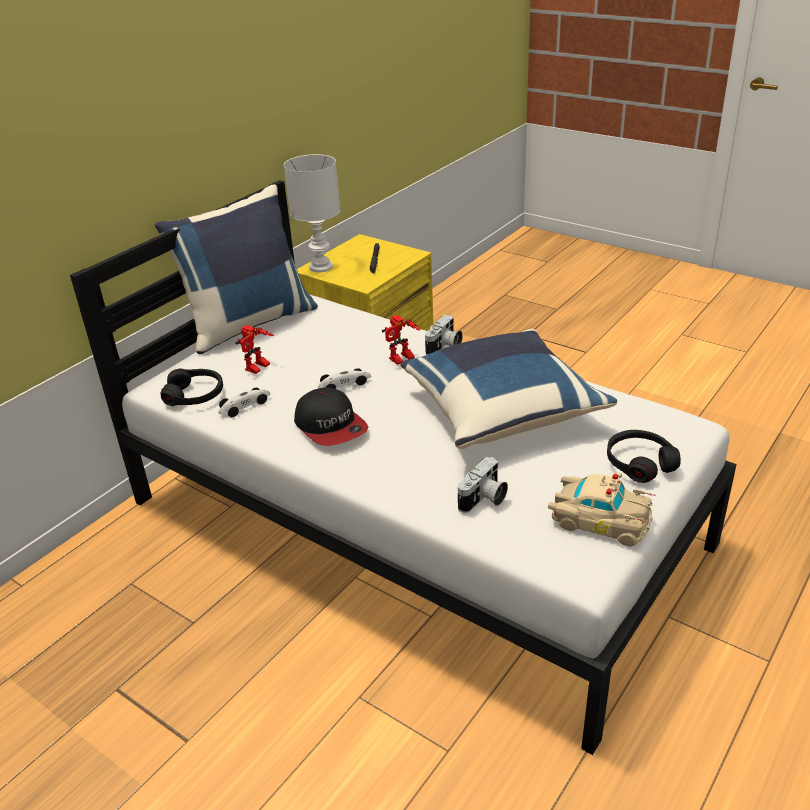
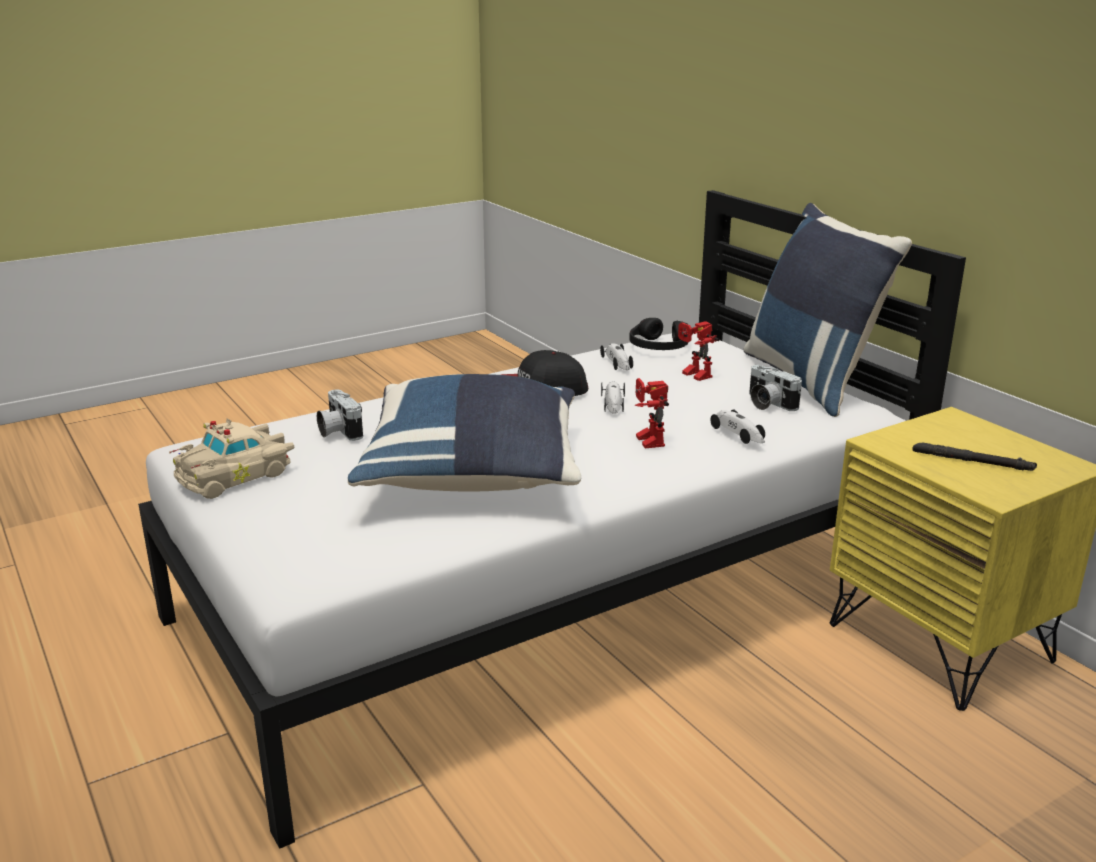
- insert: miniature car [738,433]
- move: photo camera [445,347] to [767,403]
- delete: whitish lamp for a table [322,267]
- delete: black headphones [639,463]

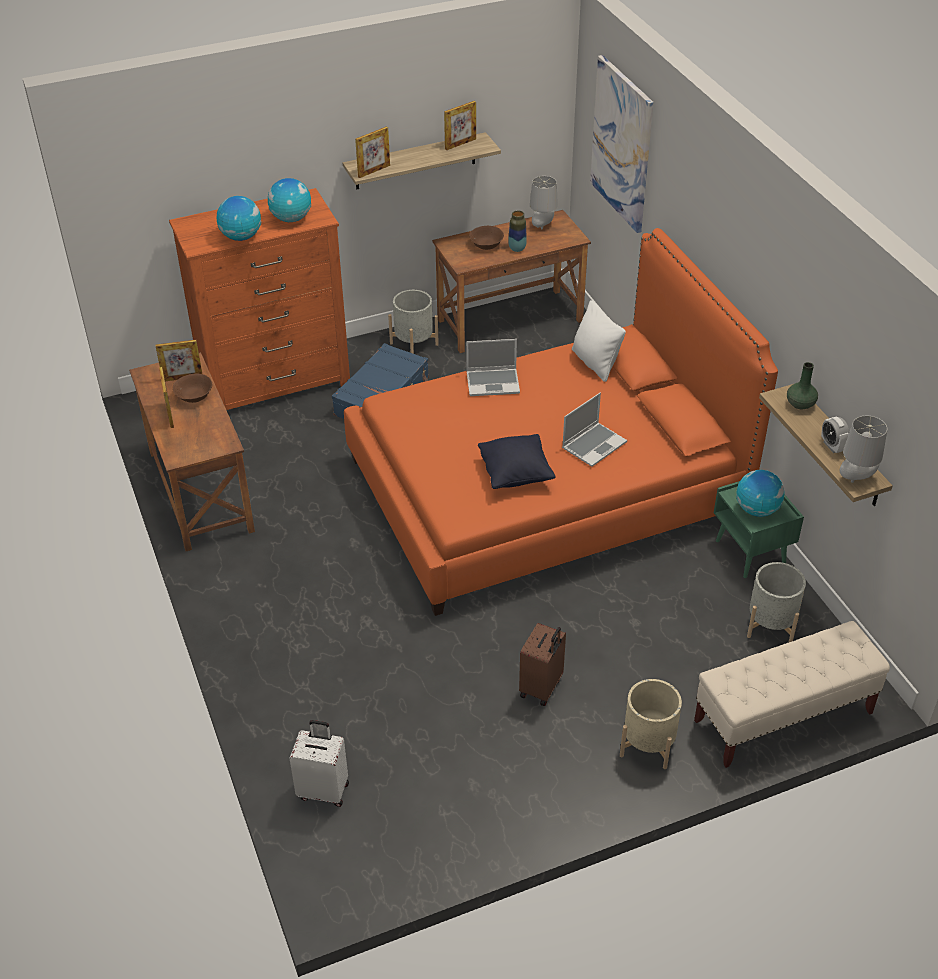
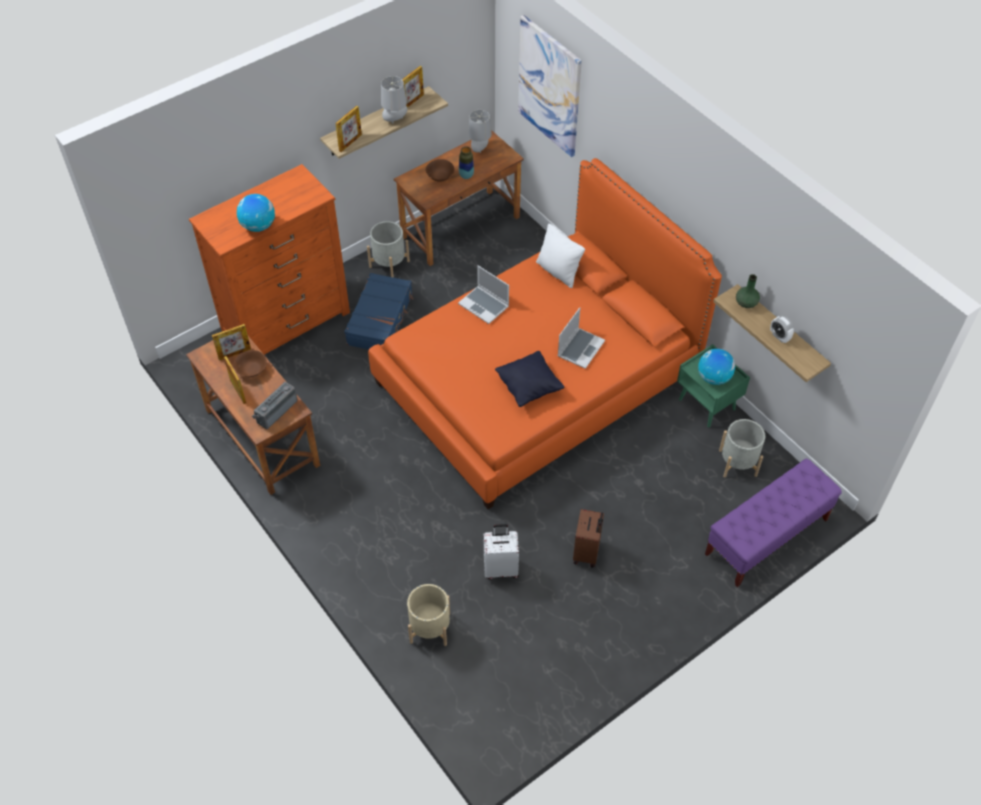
- insert: radio set [275,410]
- move: greyish lamp for a table [856,479] to [395,120]
- move: beige-coloured planter [648,744] to [430,627]
- rotate: portable computer [493,383] = [484,305] 60 degrees clockwise
- move: whitish travel case [324,790] to [501,568]
- recolor: beige-coloured bench [782,717] to purple bench [766,537]
- delete: world globe [291,219]

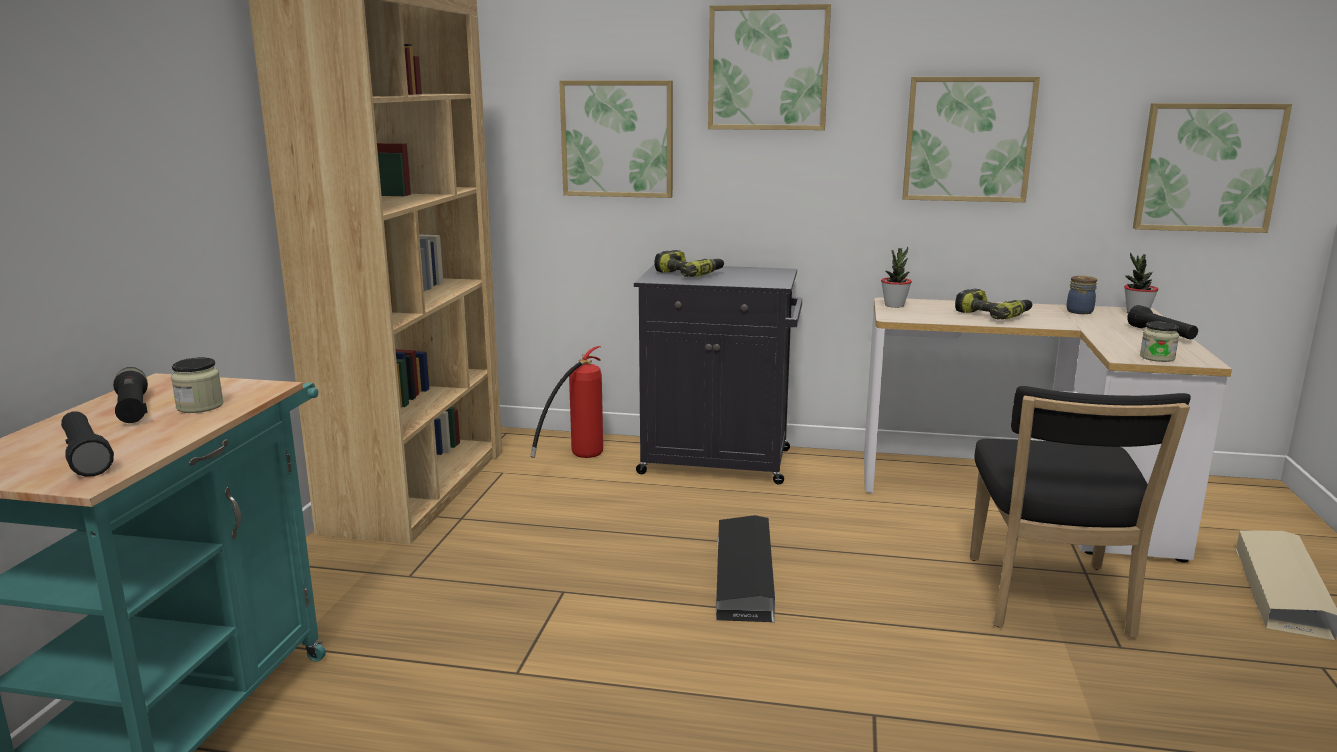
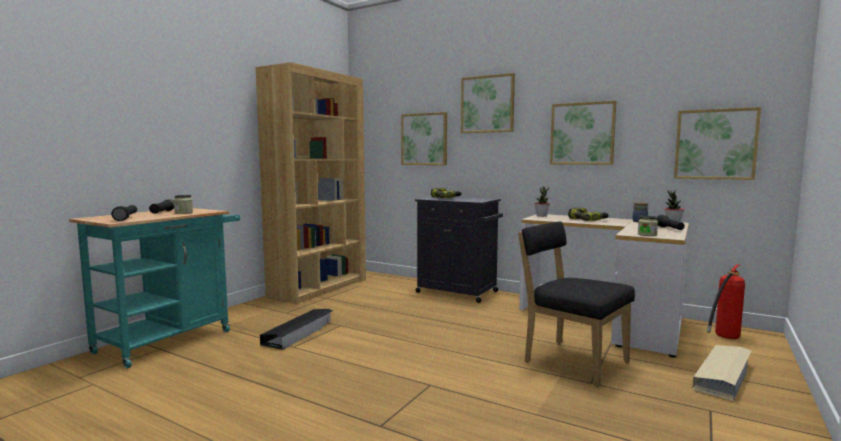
- move: black storage box [744,576] to [299,333]
- rotate: black plain chair [1049,601] = [571,360] 105 degrees clockwise
- move: fire extinguisher [576,459] to [722,339]

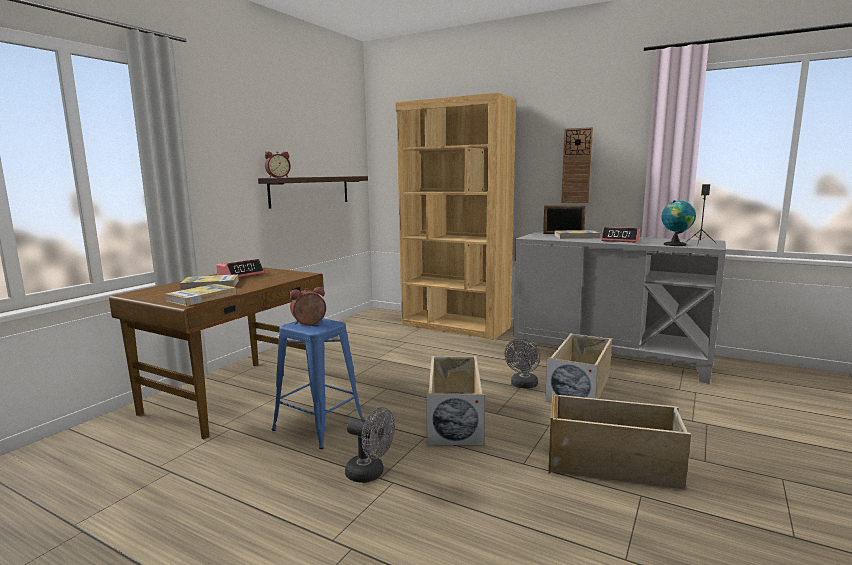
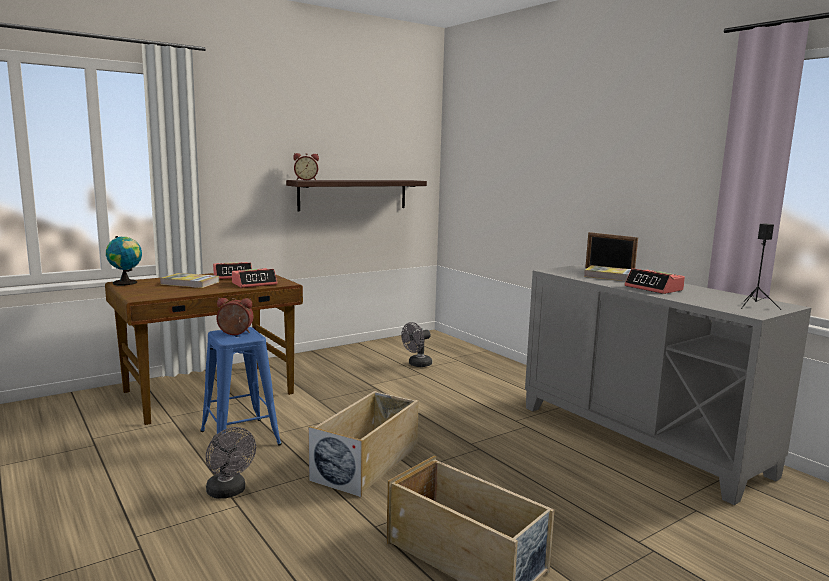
- move: world globe [676,244] to [126,283]
- insert: alarm clock [254,284]
- move: greyish fan [523,385] to [417,364]
- delete: bound book [201,297]
- delete: brown-coloured bookcase [455,326]
- delete: beige-coloured storage box [579,387]
- delete: clock on the wall [577,165]

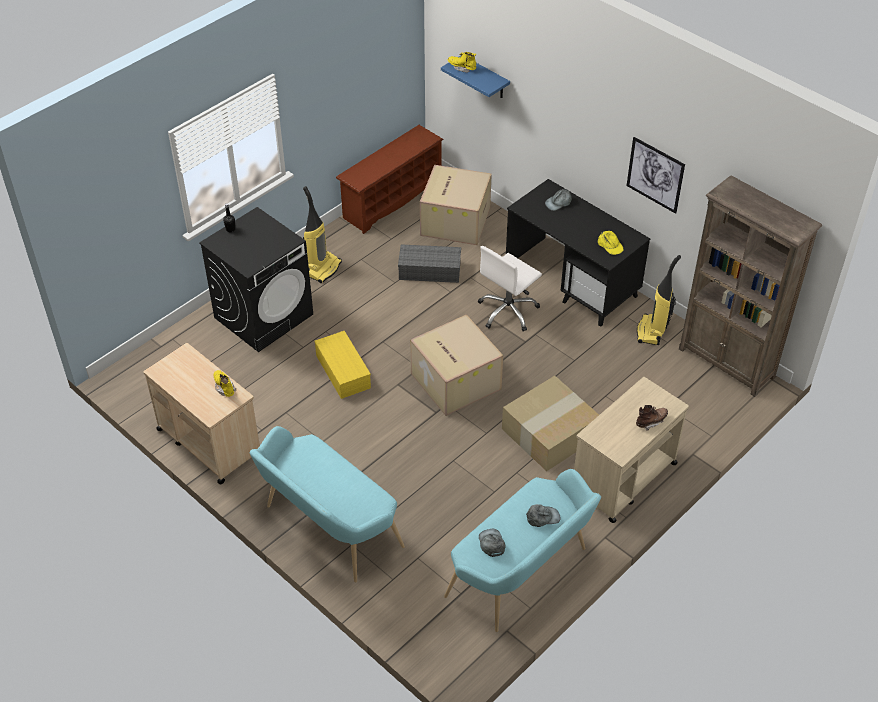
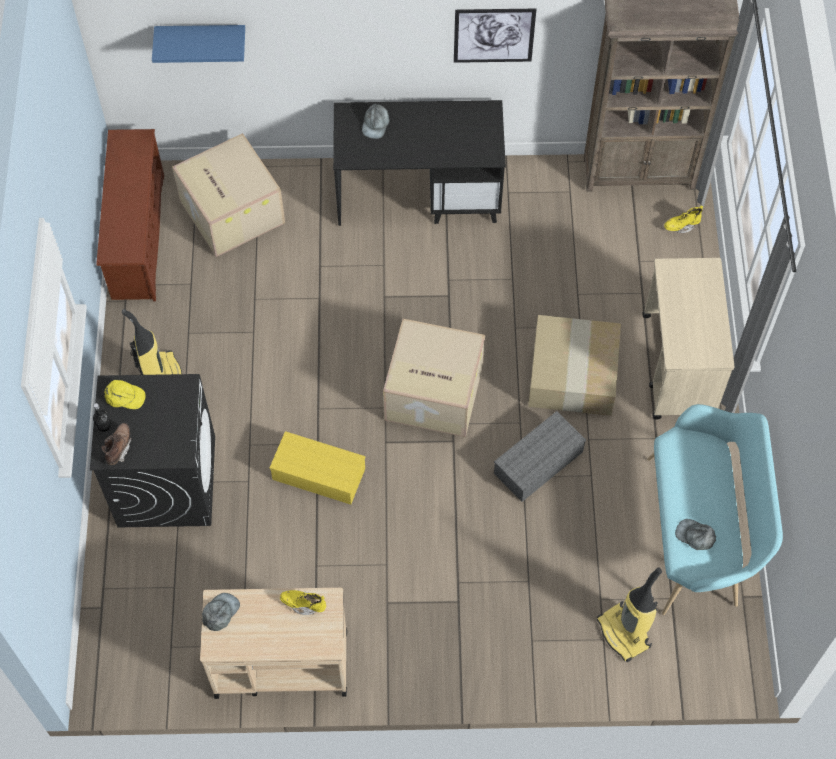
- move: brown-coloured high-top boot [651,421] to [119,447]
- move: yellowish peaked cap [610,245] to [125,397]
- move: greyish peaked cap [542,517] to [220,612]
- move: greyish storage box [428,271] to [538,464]
- move: vacuum cleaner [651,331] to [625,633]
- move: yellowish high-top boot [462,68] to [681,225]
- delete: blue-green bench [328,529]
- delete: whitish computer chair [508,311]

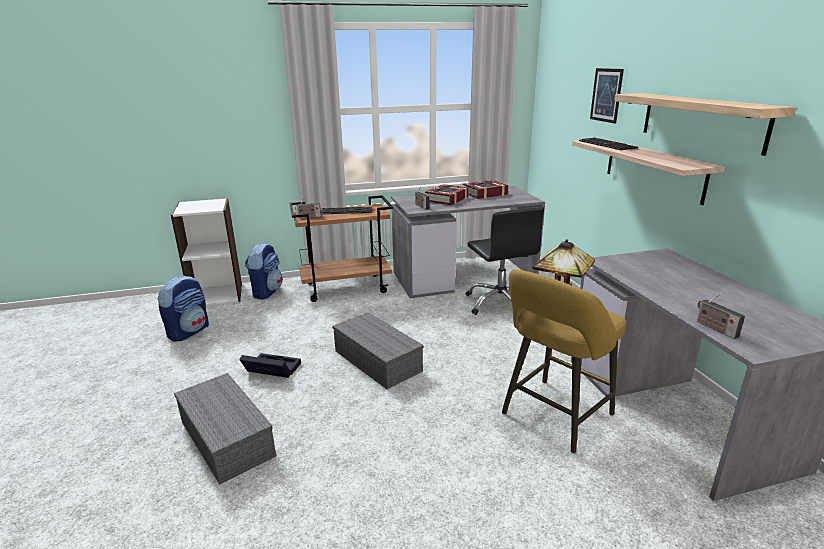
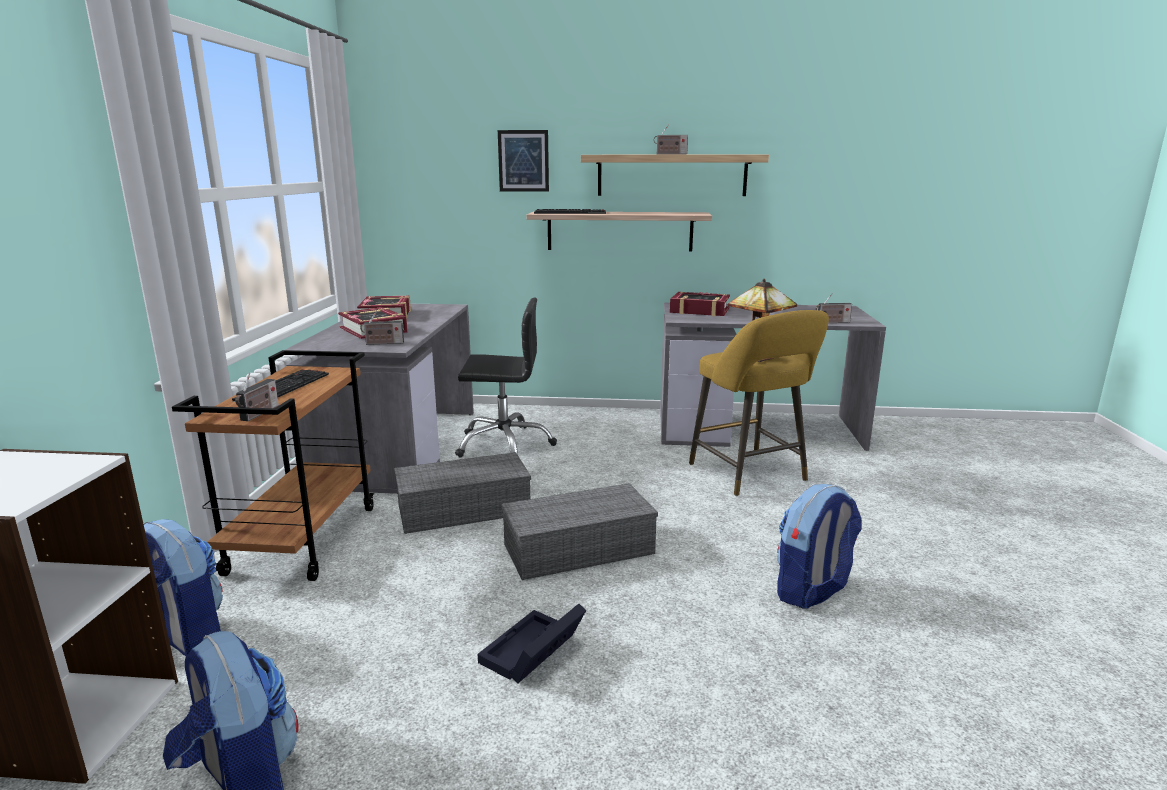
- move: greyish storage box [228,438] to [465,508]
- insert: radio set [670,154]
- insert: bound book [699,310]
- insert: backpack [812,591]

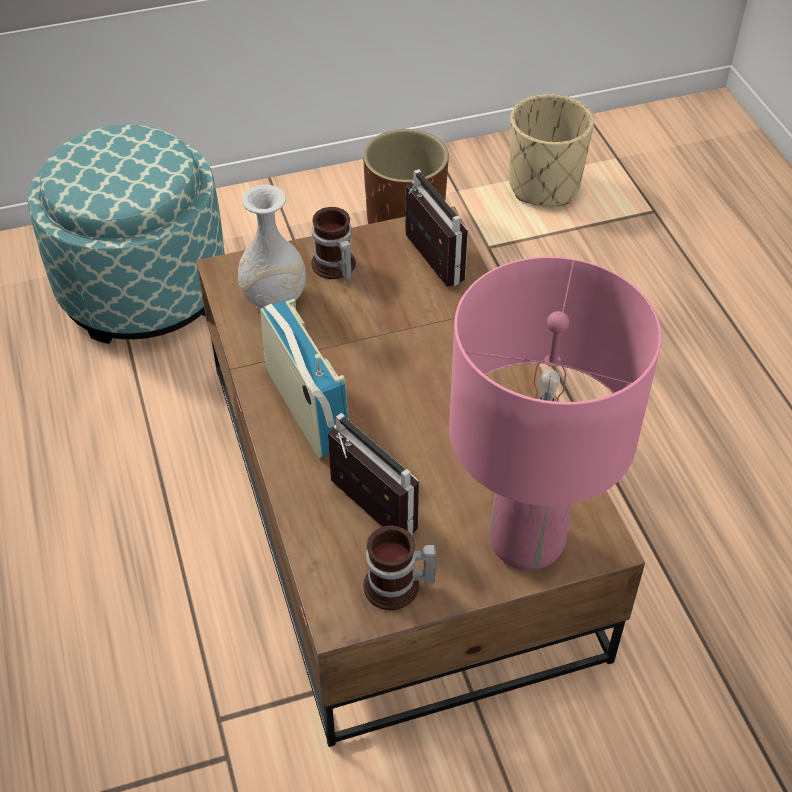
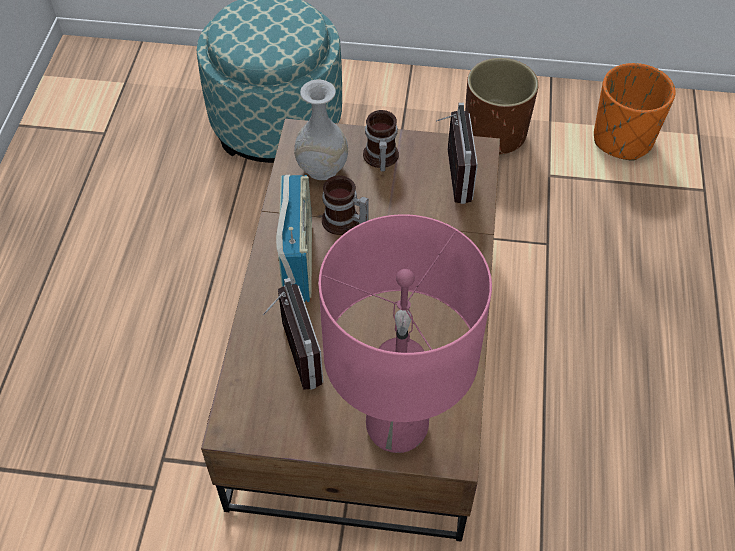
- move: coffee mug [397,588] to [343,223]
- recolor: beige-coloured planter [544,186] to orange planter [623,139]

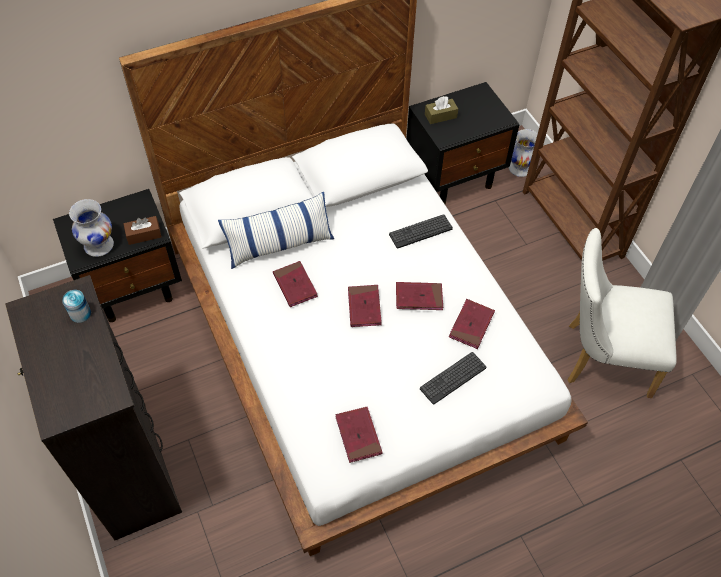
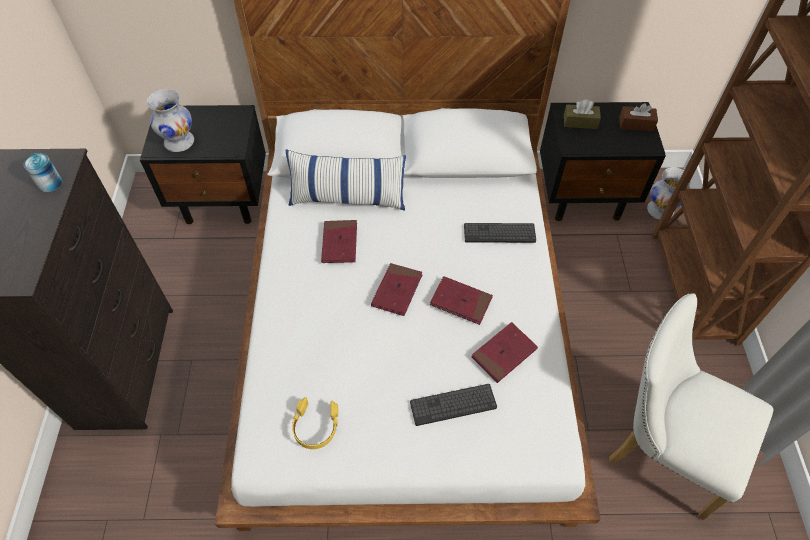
- replace: red-coloured bound book [358,435] to yellowish headphones [315,426]
- move: brown-coloured tissue box [144,234] to [636,124]

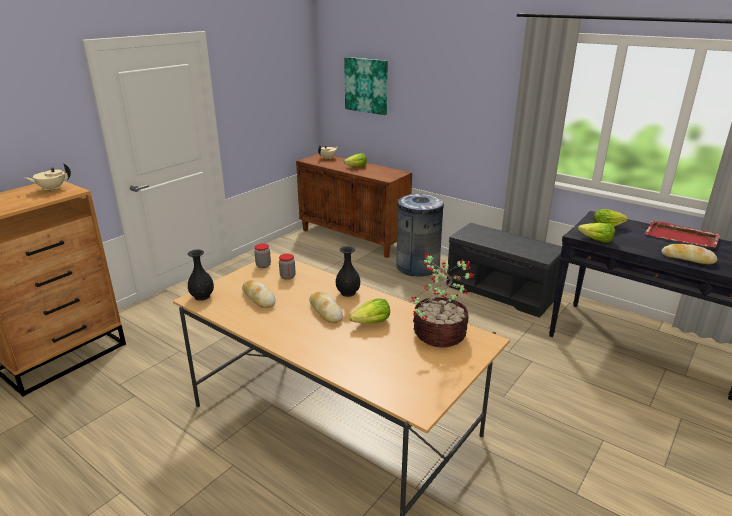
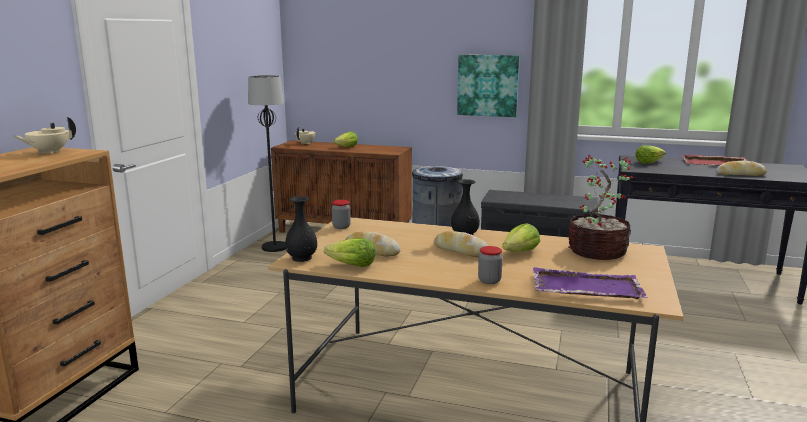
- insert: black standing lamp [275,247]
- move: lettuce head [596,240] to [352,265]
- move: wall art [366,85] to [487,85]
- move: jar [287,276] to [489,281]
- insert: purple carrying tray [585,287]

